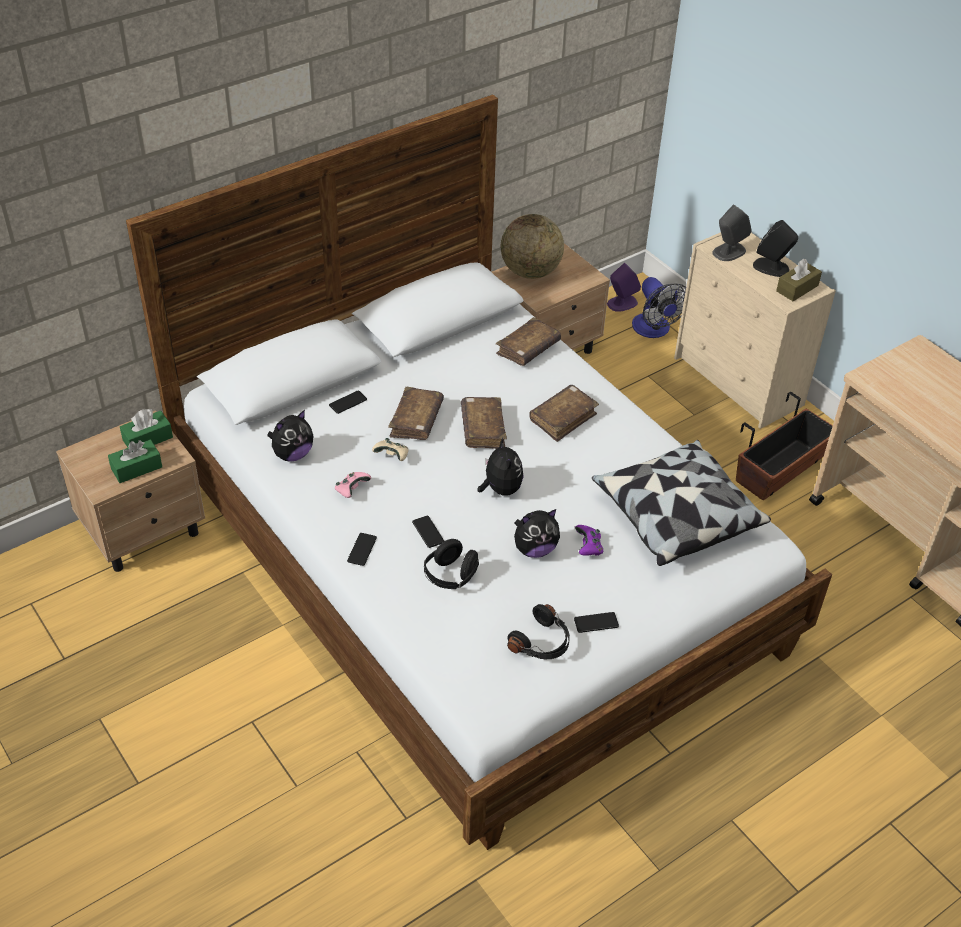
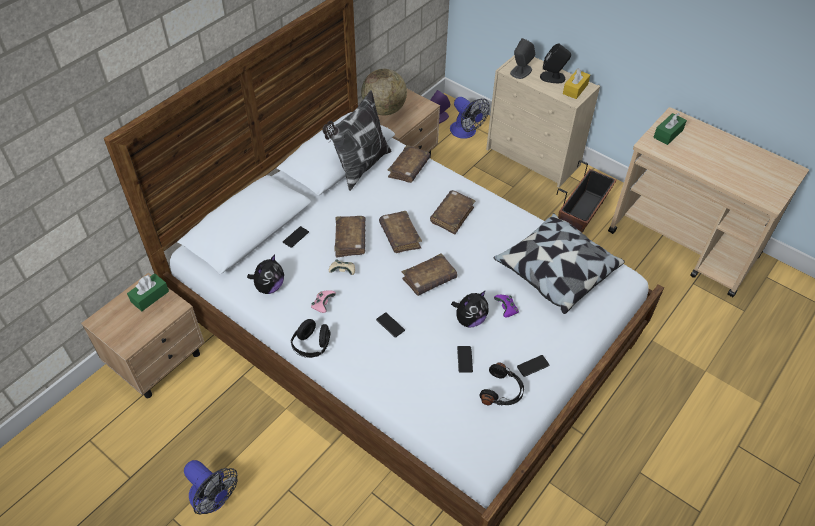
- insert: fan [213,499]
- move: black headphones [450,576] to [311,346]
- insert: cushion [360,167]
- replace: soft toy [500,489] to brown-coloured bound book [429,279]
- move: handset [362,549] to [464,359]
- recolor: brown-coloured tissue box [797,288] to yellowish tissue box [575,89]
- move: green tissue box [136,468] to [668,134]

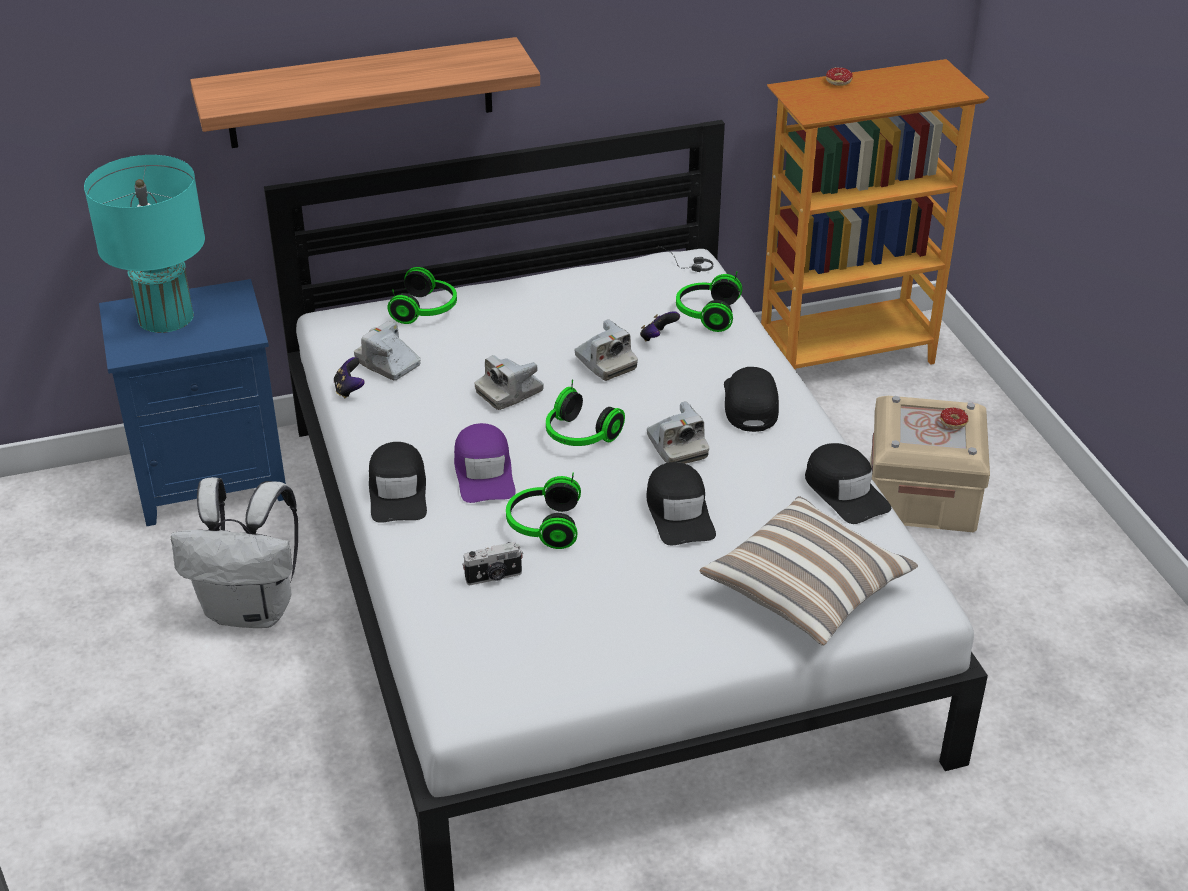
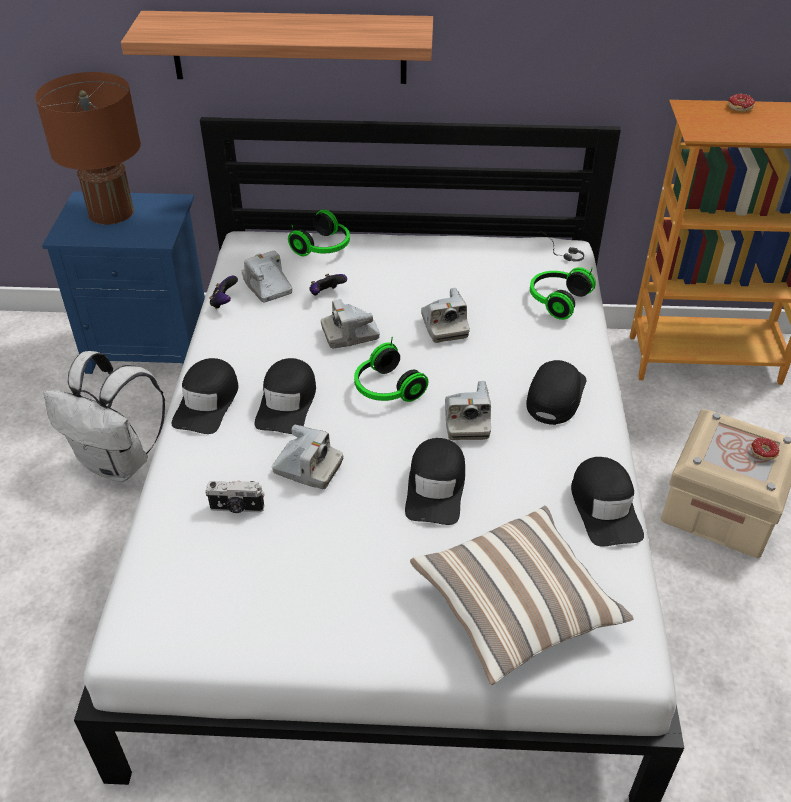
- recolor: blue-green lamp for a table [165,317] to brown-coloured lamp for a table [111,212]
- recolor: purple peaked cap [484,472] to black peaked cap [287,403]
- replace: headphones [542,526] to photo camera [308,468]
- move: gamepad [657,337] to [326,294]

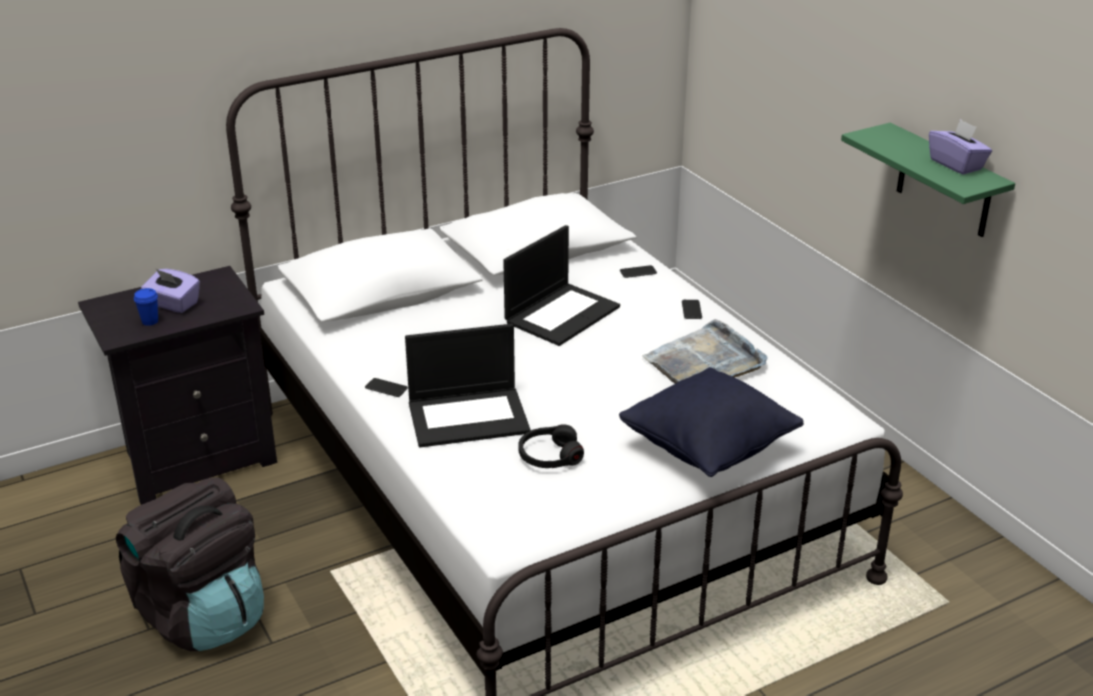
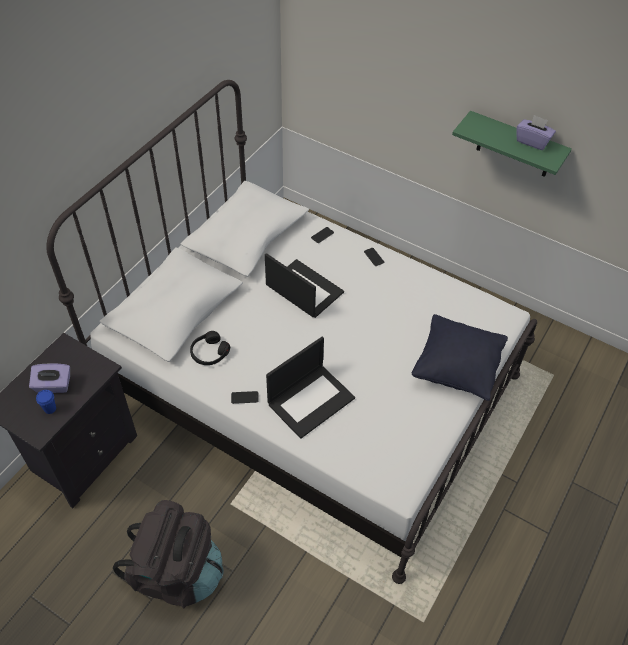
- move: black headphones [549,456] to [209,353]
- rotate: portable computer [562,314] = [303,289] 60 degrees counterclockwise
- delete: greyish carrying tray [705,362]

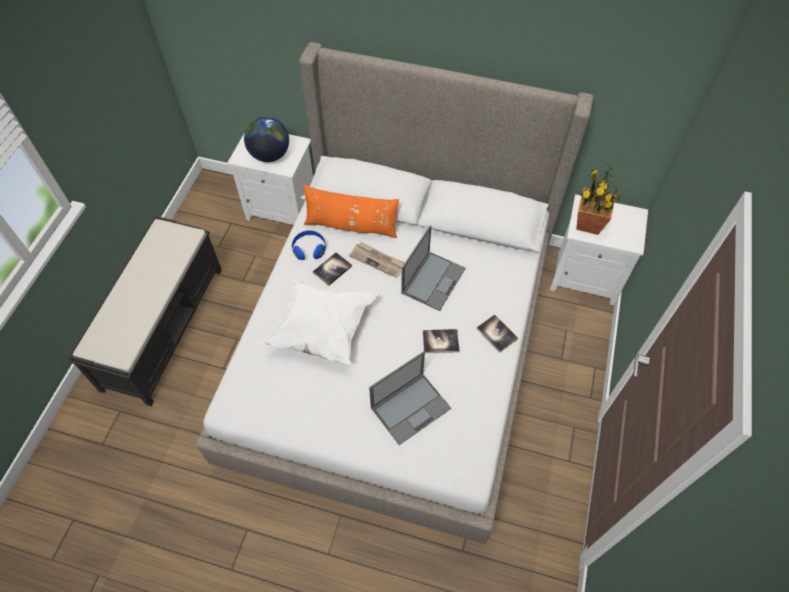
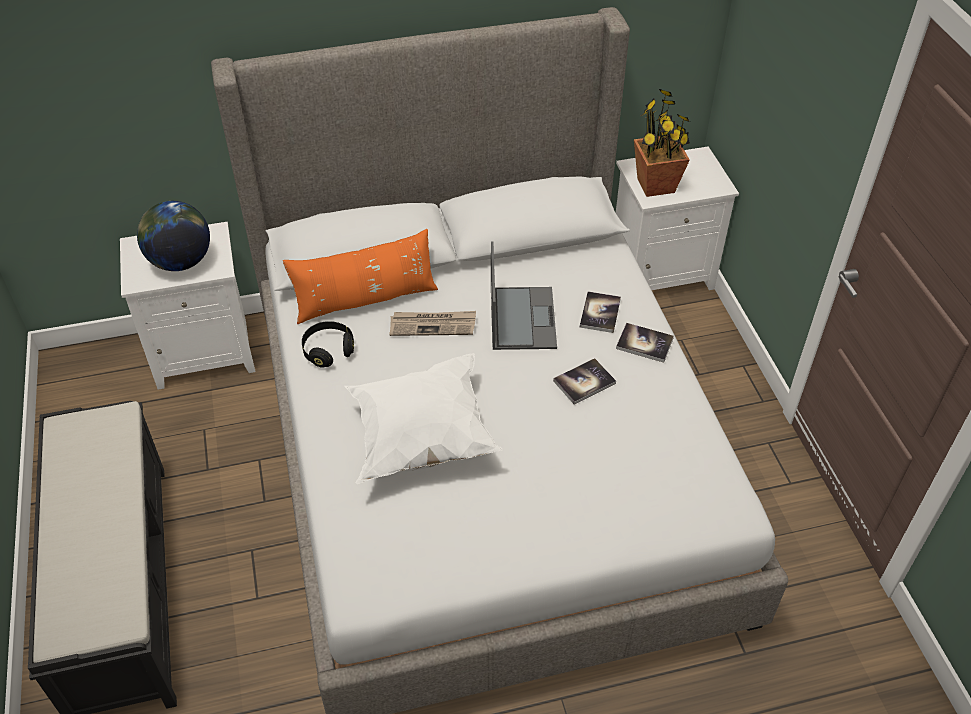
- recolor: bluish headphones [309,249] to black headphones [328,350]
- move: bound book [332,269] to [600,313]
- delete: portable computer [411,407]

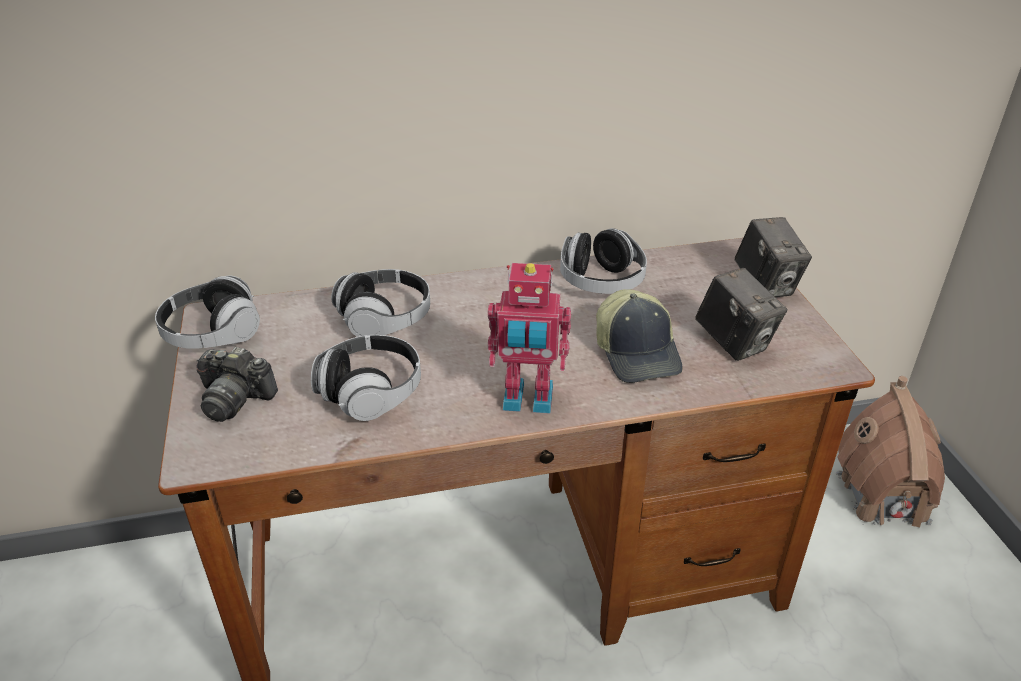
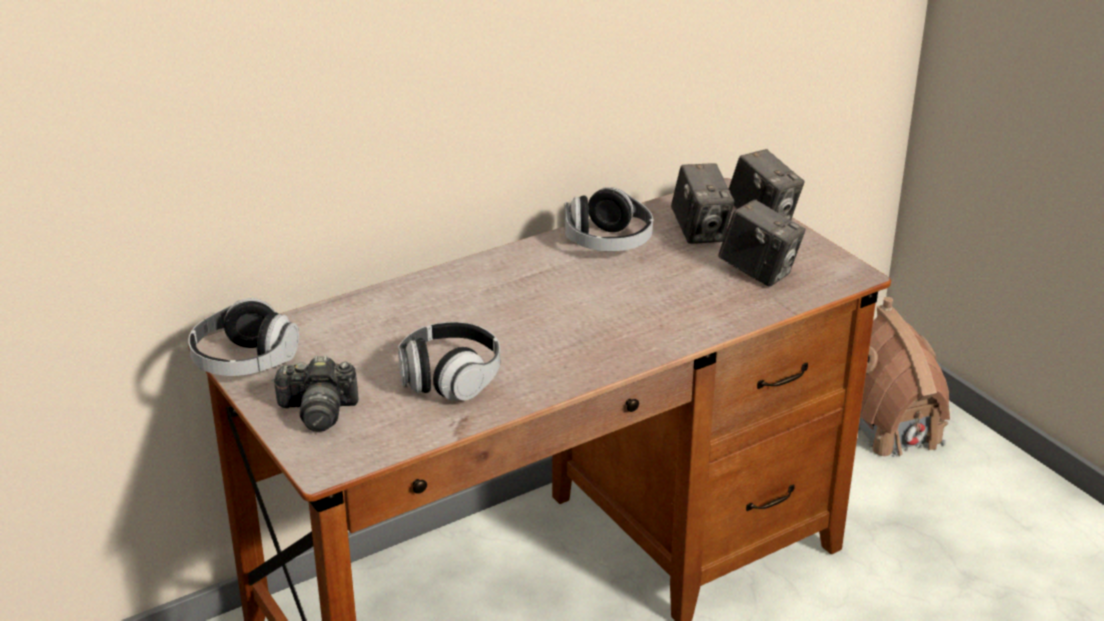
- insert: photo camera [700,232]
- delete: headphones [385,319]
- delete: model robot [527,400]
- delete: peaked cap [638,353]

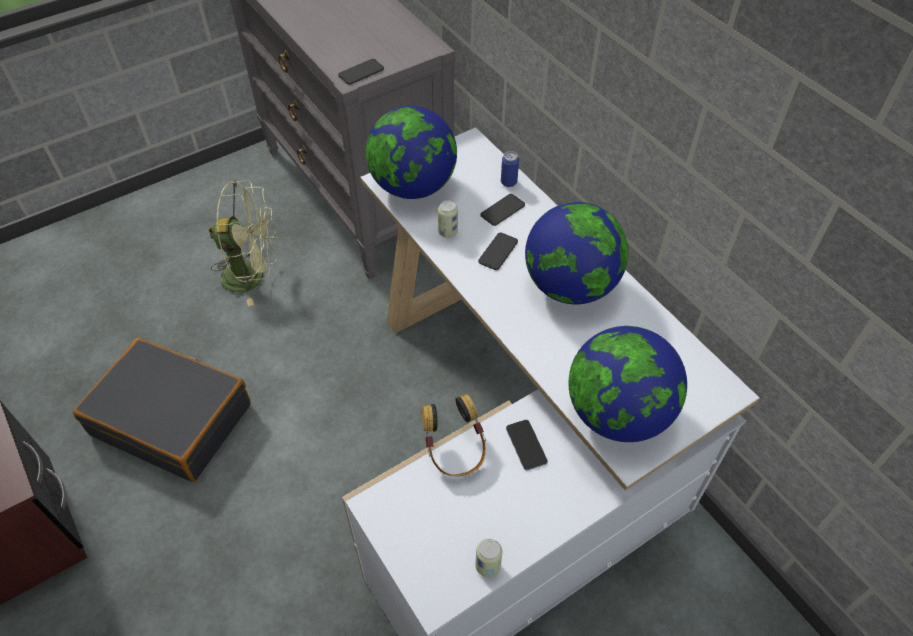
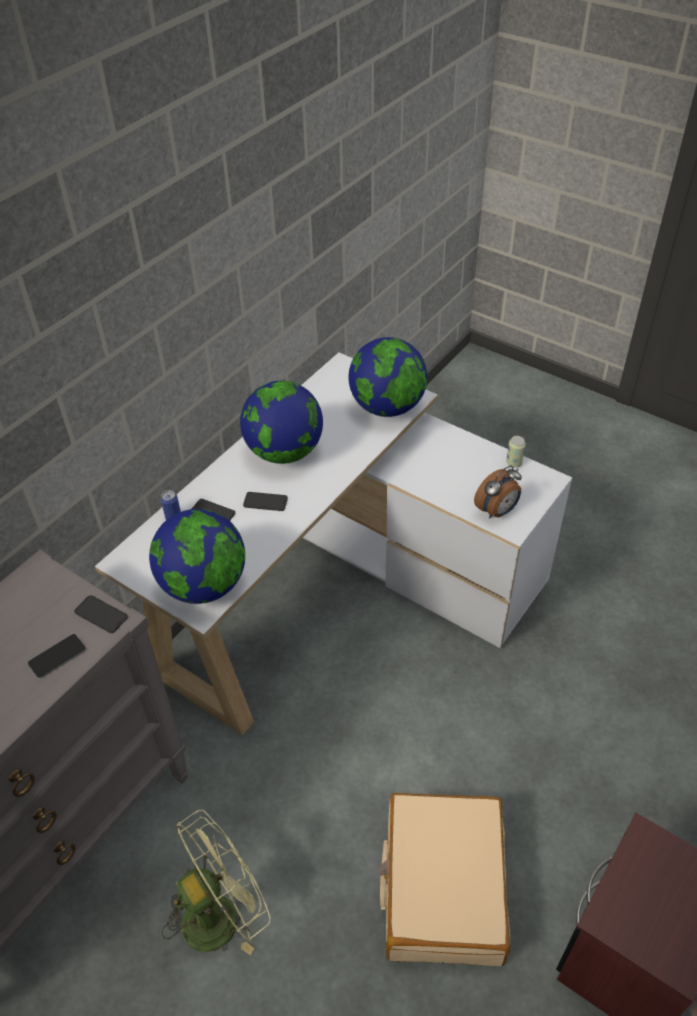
- move: handset [526,445] to [57,656]
- rotate: green fan [253,276] = [220,912] 75 degrees clockwise
- recolor: black travel case [172,419] to beige-coloured travel case [442,886]
- insert: alarm clock [497,511]
- delete: headphones [455,451]
- delete: can [448,232]

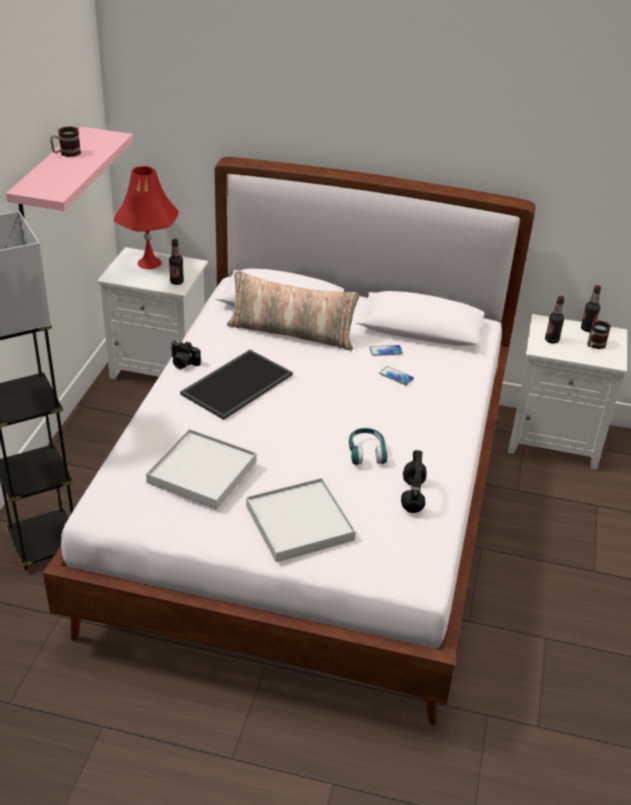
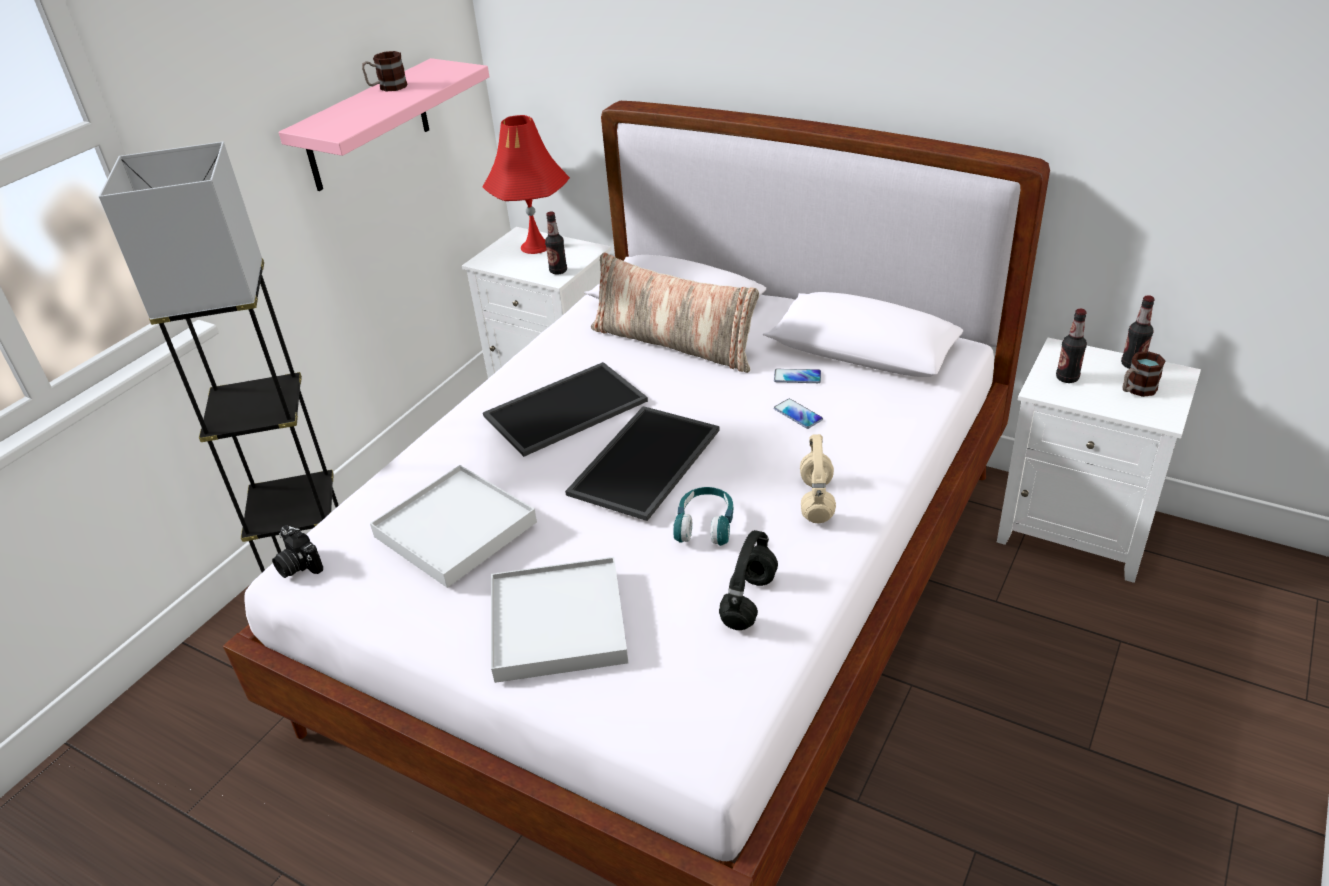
- move: photo camera [183,363] to [297,565]
- insert: carrying tray [646,463]
- insert: beige-coloured headphones [817,501]

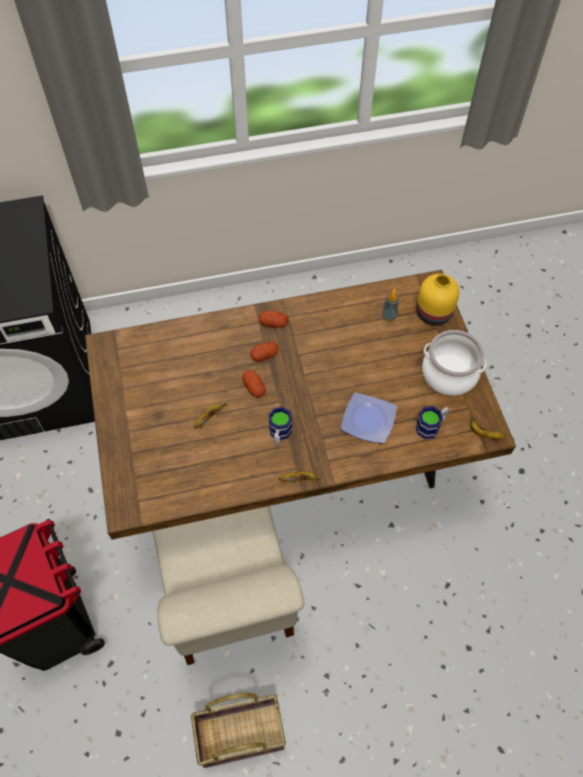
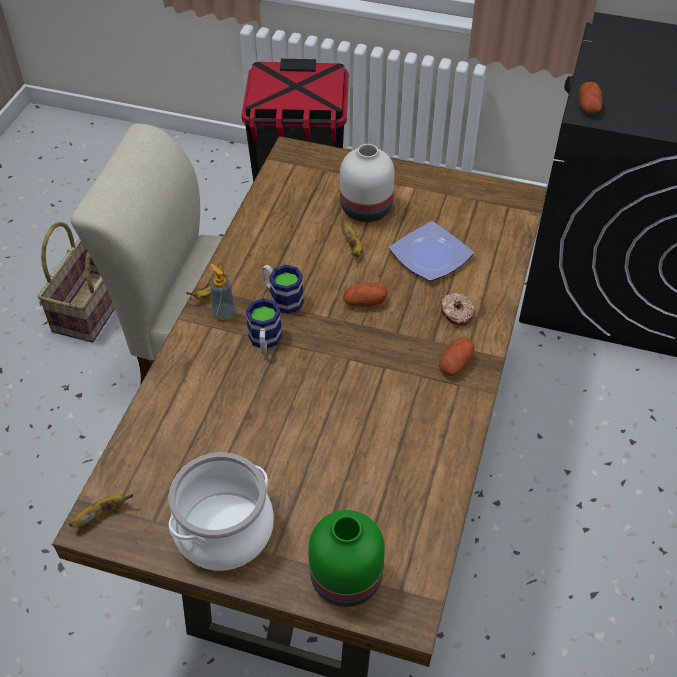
- move: liquid soap bottle [389,316] to [224,314]
- move: coffee mug [431,426] to [265,342]
- recolor: yellowish flower vase [433,314] to green flower vase [344,578]
- insert: whitish flower vase [364,209]
- move: dinner plate [367,420] to [430,254]
- insert: ring doughnut [456,313]
- move: spud [264,355] to [588,107]

